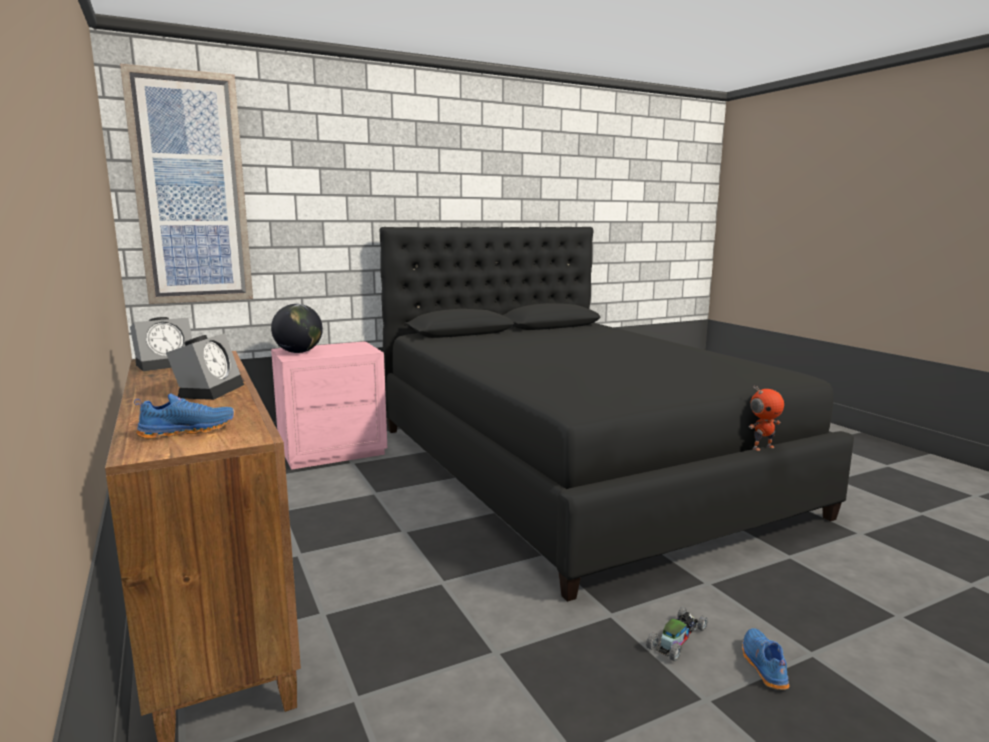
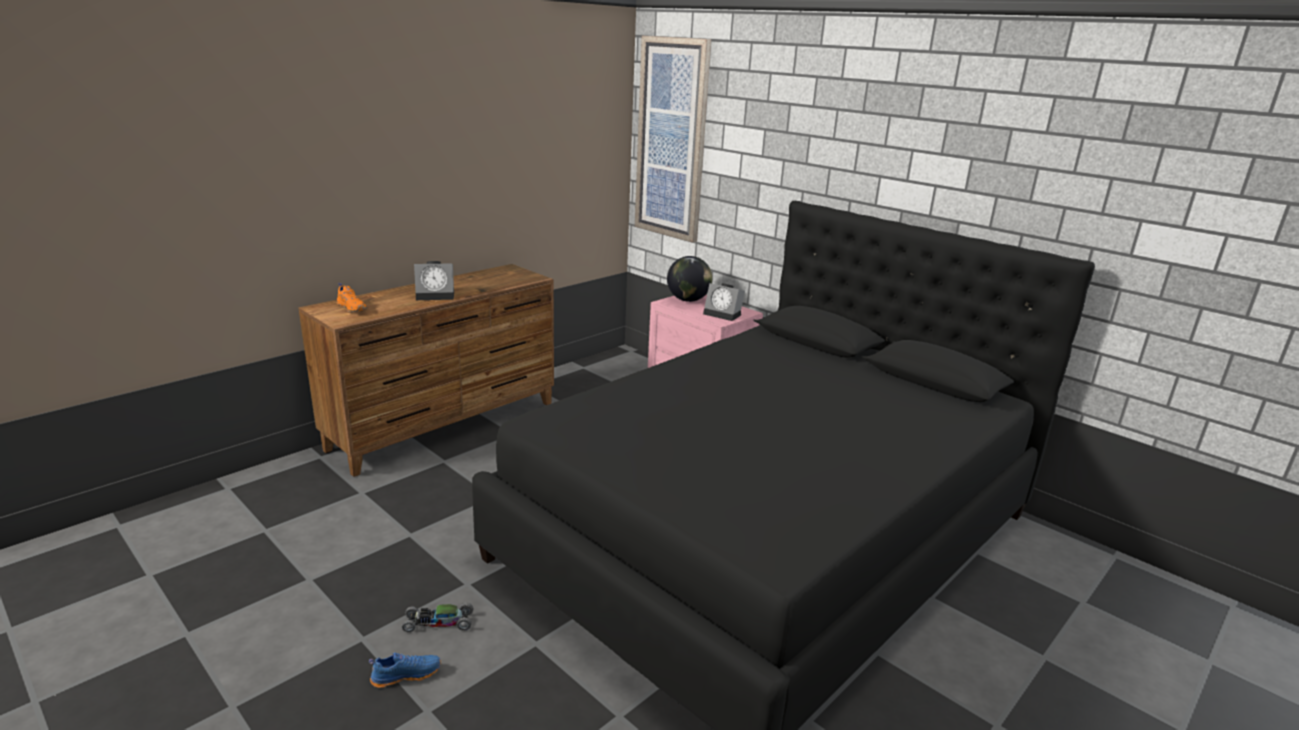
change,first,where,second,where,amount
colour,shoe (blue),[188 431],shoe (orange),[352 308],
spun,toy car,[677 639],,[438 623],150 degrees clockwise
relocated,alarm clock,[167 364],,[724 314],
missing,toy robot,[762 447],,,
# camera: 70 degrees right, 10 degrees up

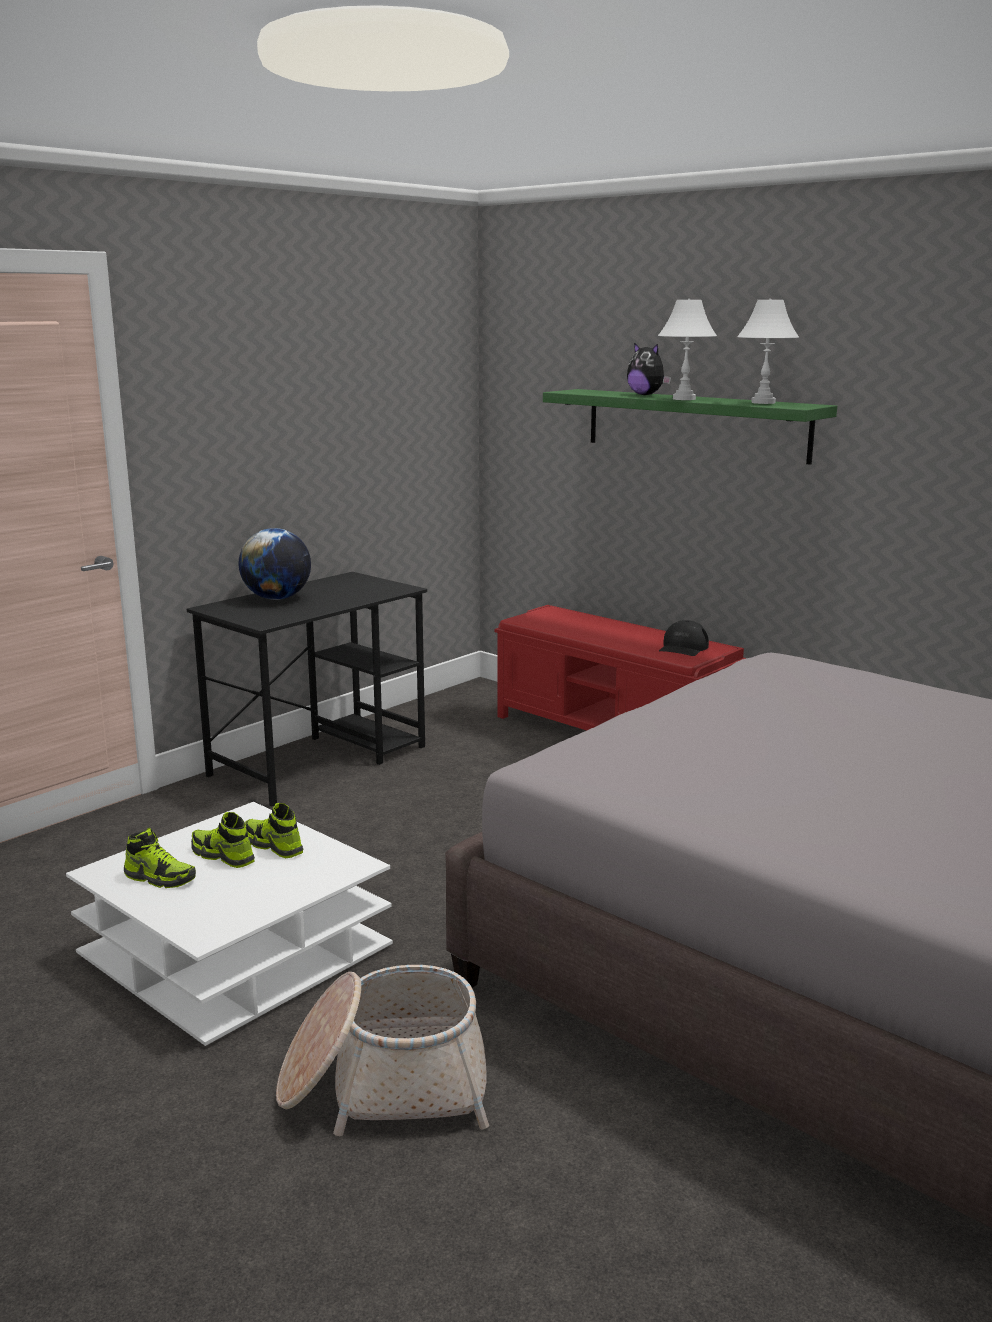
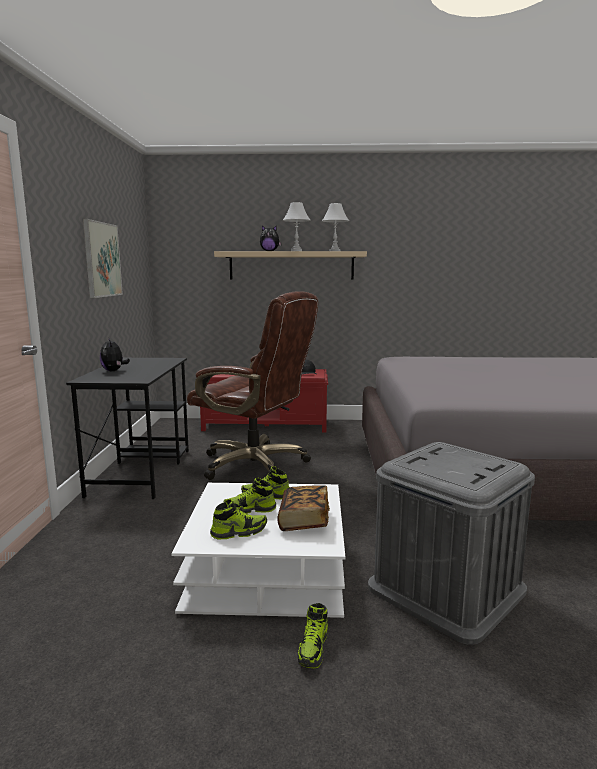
change,first,where,second,where,amount
appeared,,,picture,[102 259],
exchanged,globe,[277 598],plush toy,[114 371],
appeared,,,office chair (brown),[254 464],
colour,shelf (green),[695 424],shelf (beige),[291 266],
appeared,,,book,[304 521],
appeared,,,shoe,[313 648],
exchanged,basket,[384 1084],storage box (grey),[446 588],
# camera: 40 degrees left, 5 degrees down

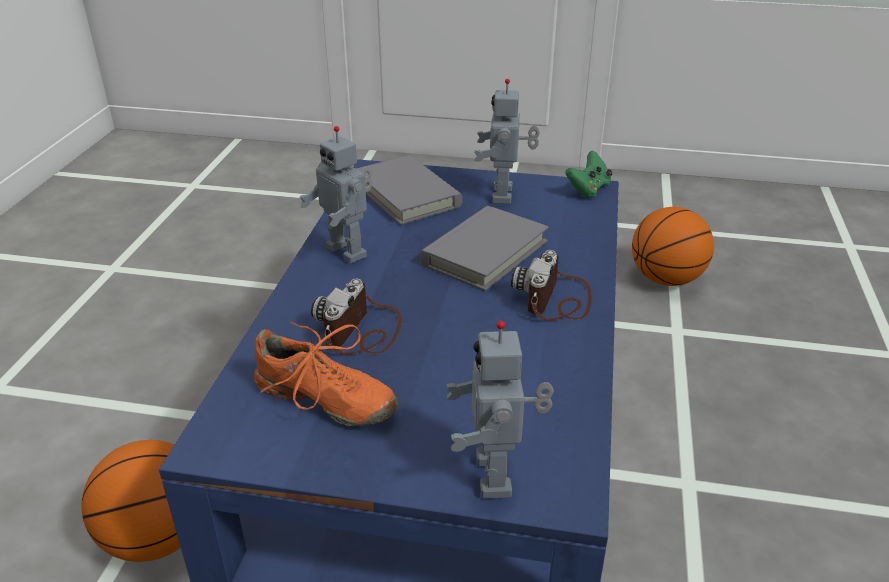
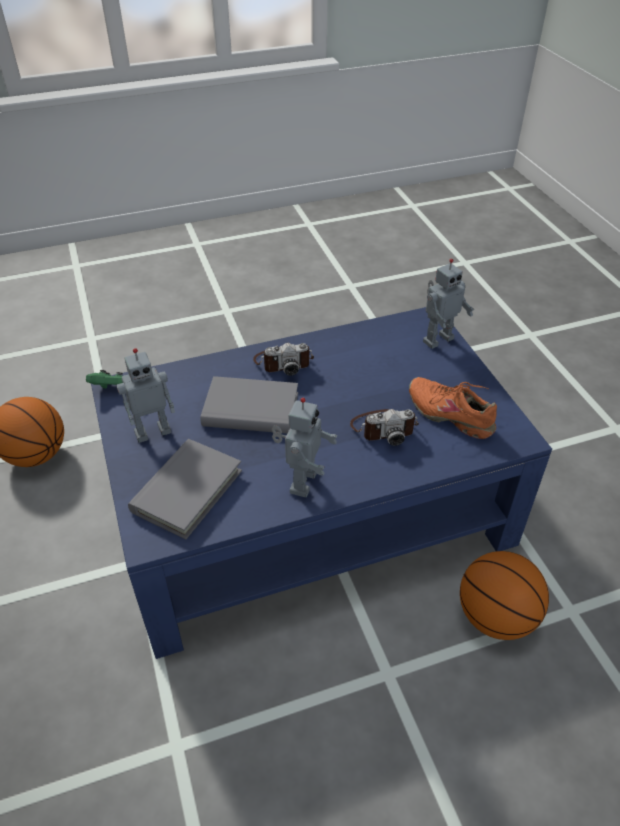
change,first,where,second,where,amount
spun,shoe (orange),[324 400],,[450 414],45 degrees counterclockwise
# camera: 120 degrees left, 10 degrees up

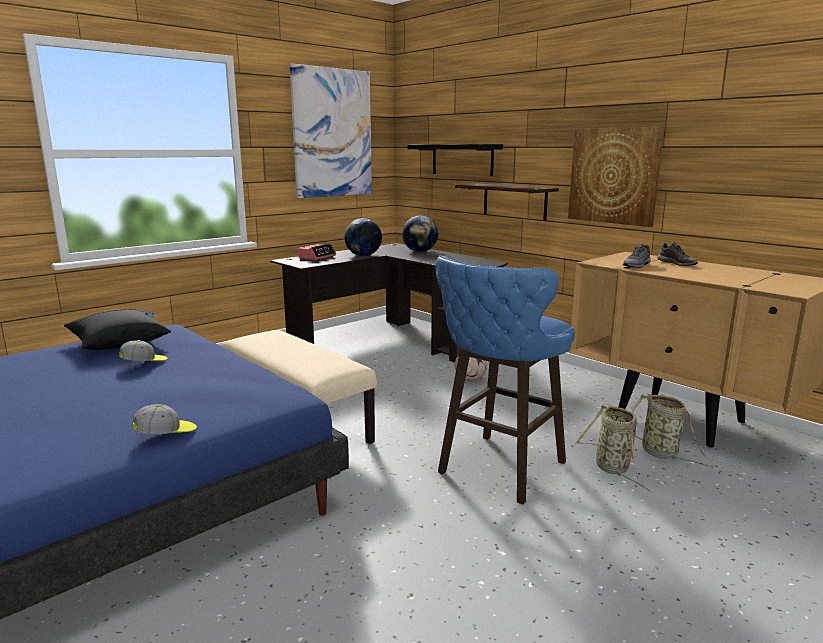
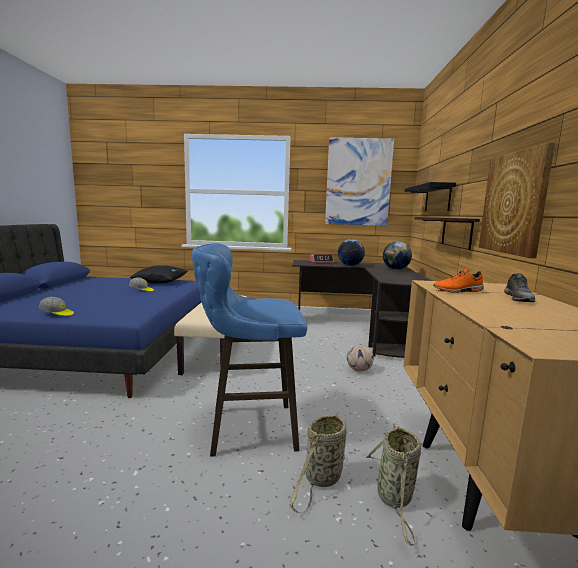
change,first,where,second,where,amount
colour,shoe (grey),[637 265],shoe (orange),[458 291],
# camera: 45 degrees right, 5 degrees down

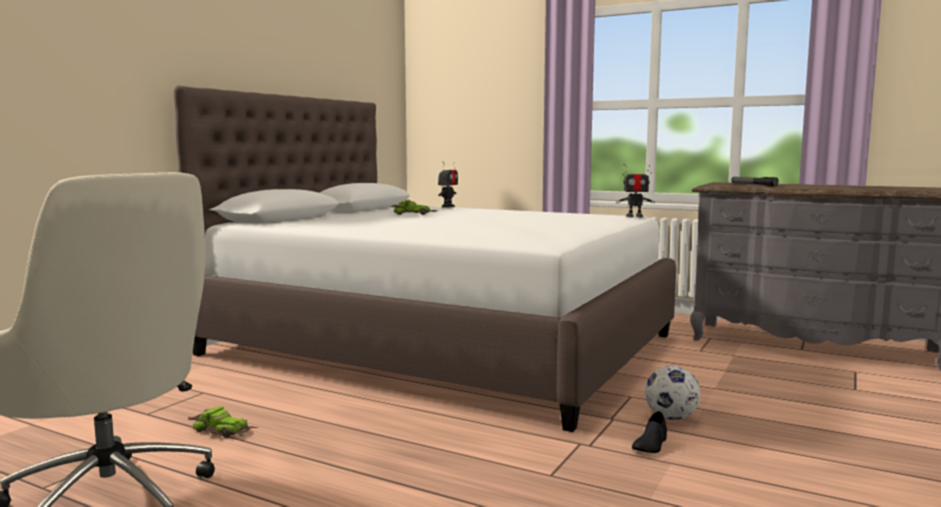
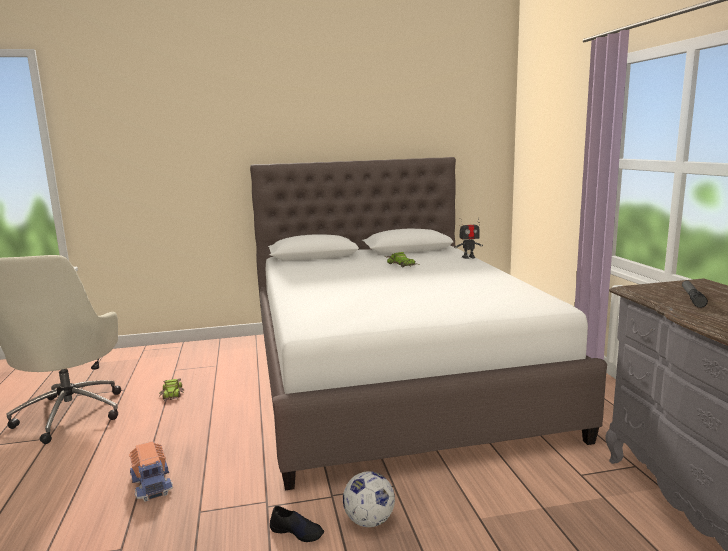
change,first,where,second,where,amount
appeared,,,toy truck,[152 482],
spun,shoe (black),[650 444],,[297 532],150 degrees counterclockwise
missing,toy robot,[635 216],,,
# camera: 50 degrees right, 5 degrees up

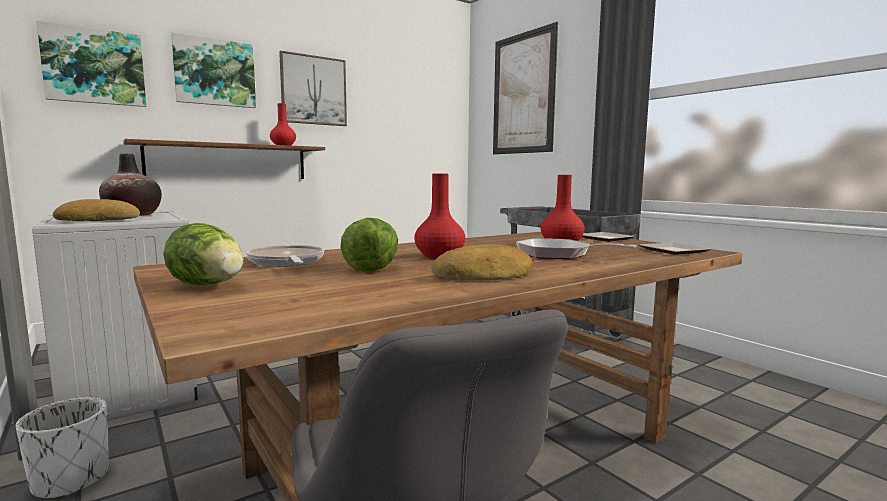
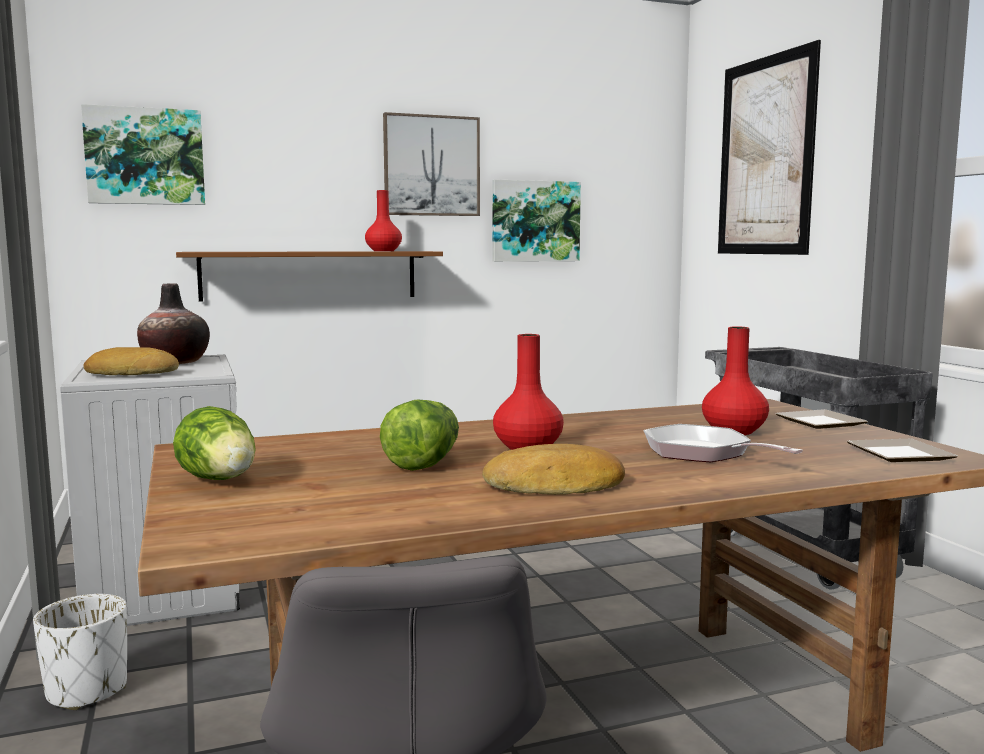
change,first,where,second,where,amount
relocated,picture,[215 72],,[535 221],
missing,frying pan,[286 262],,,
# camera: 15 degrees right, 0 degrees up

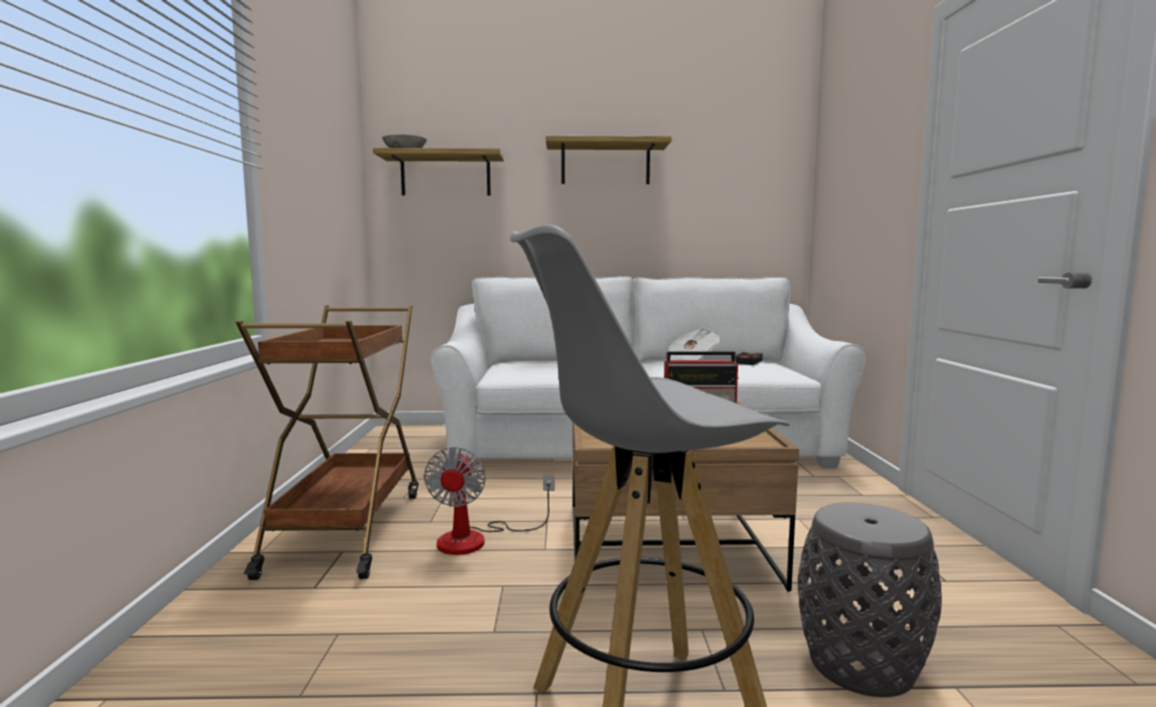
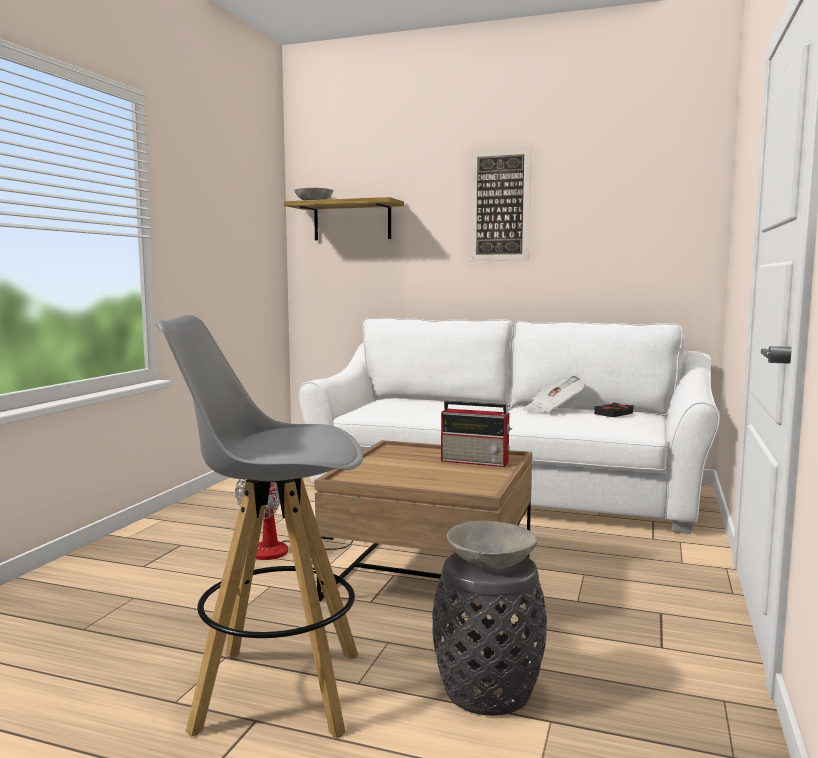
change,first,where,second,where,amount
appeared,,,bowl (grey),[489 561],
exchanged,shelf,[605 164],picture,[499 205],
missing,cart (brown),[348 531],,,
# camera: 20 degrees right, 0 degrees up

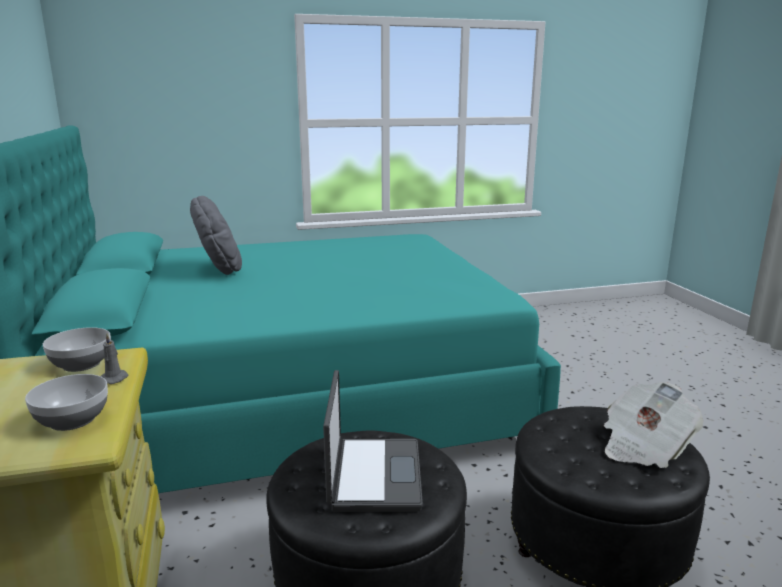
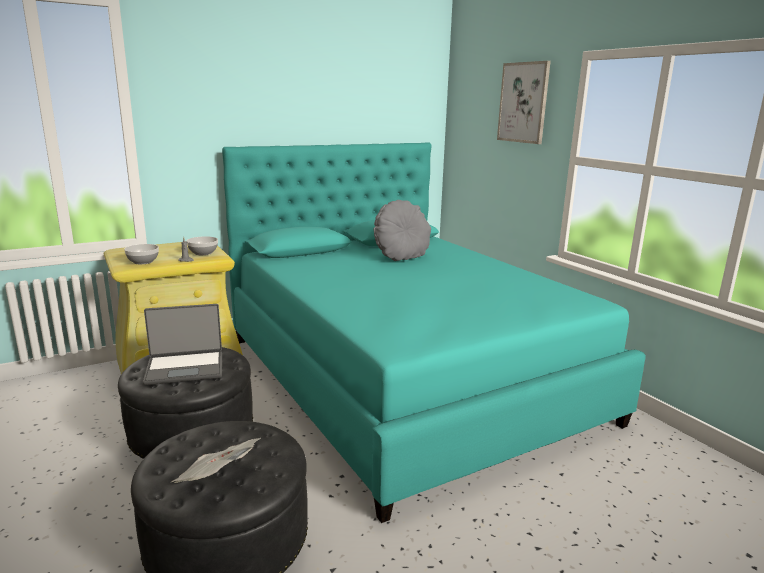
change,first,where,second,where,amount
appeared,,,picture,[523 102],
# camera: 75 degrees right, 0 degrees up

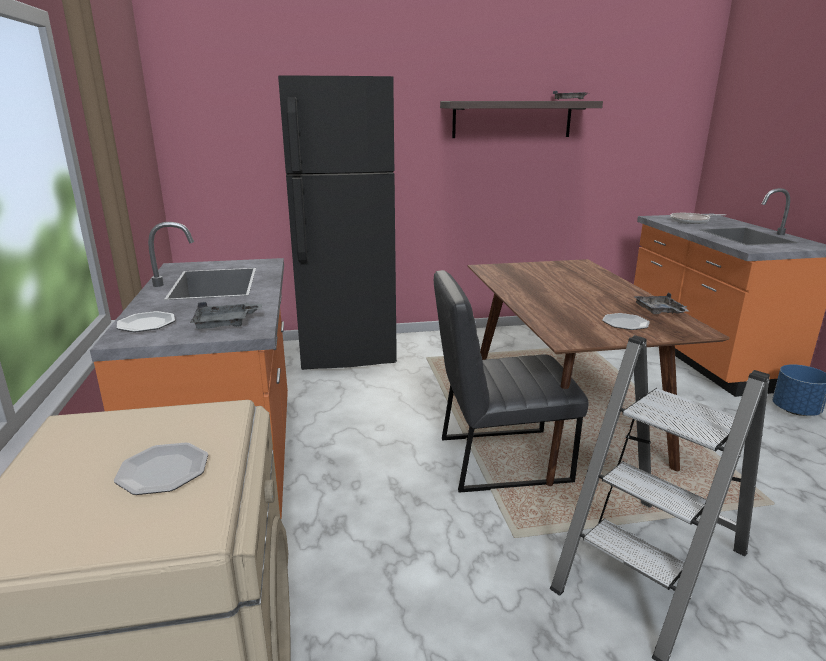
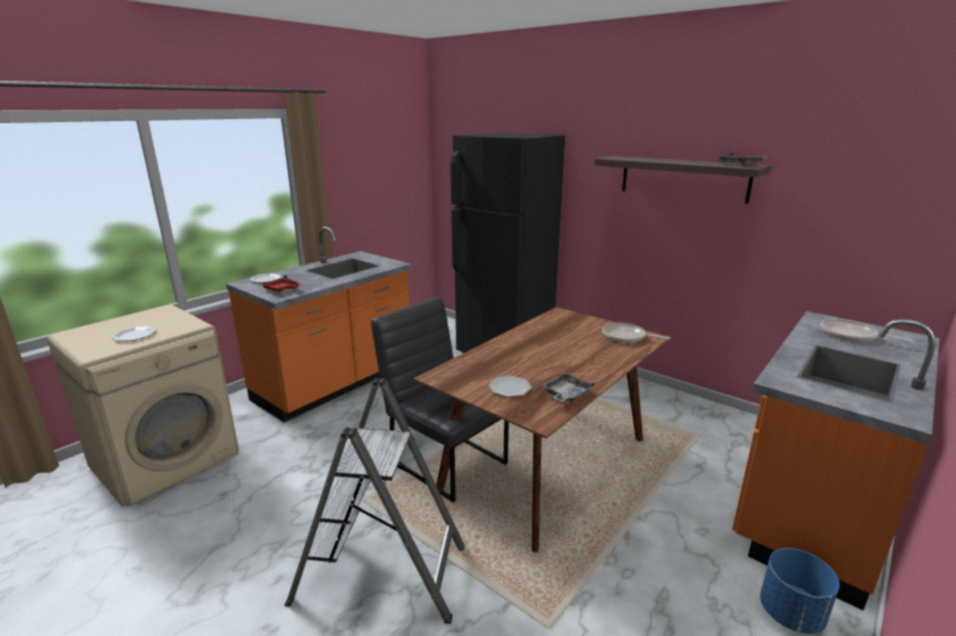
change,first,where,second,where,amount
colour,tray (grey),[225 324],tray (red),[282 290],
appeared,,,frying pan,[626 337],
# camera: 50 degrees right, 0 degrees up

